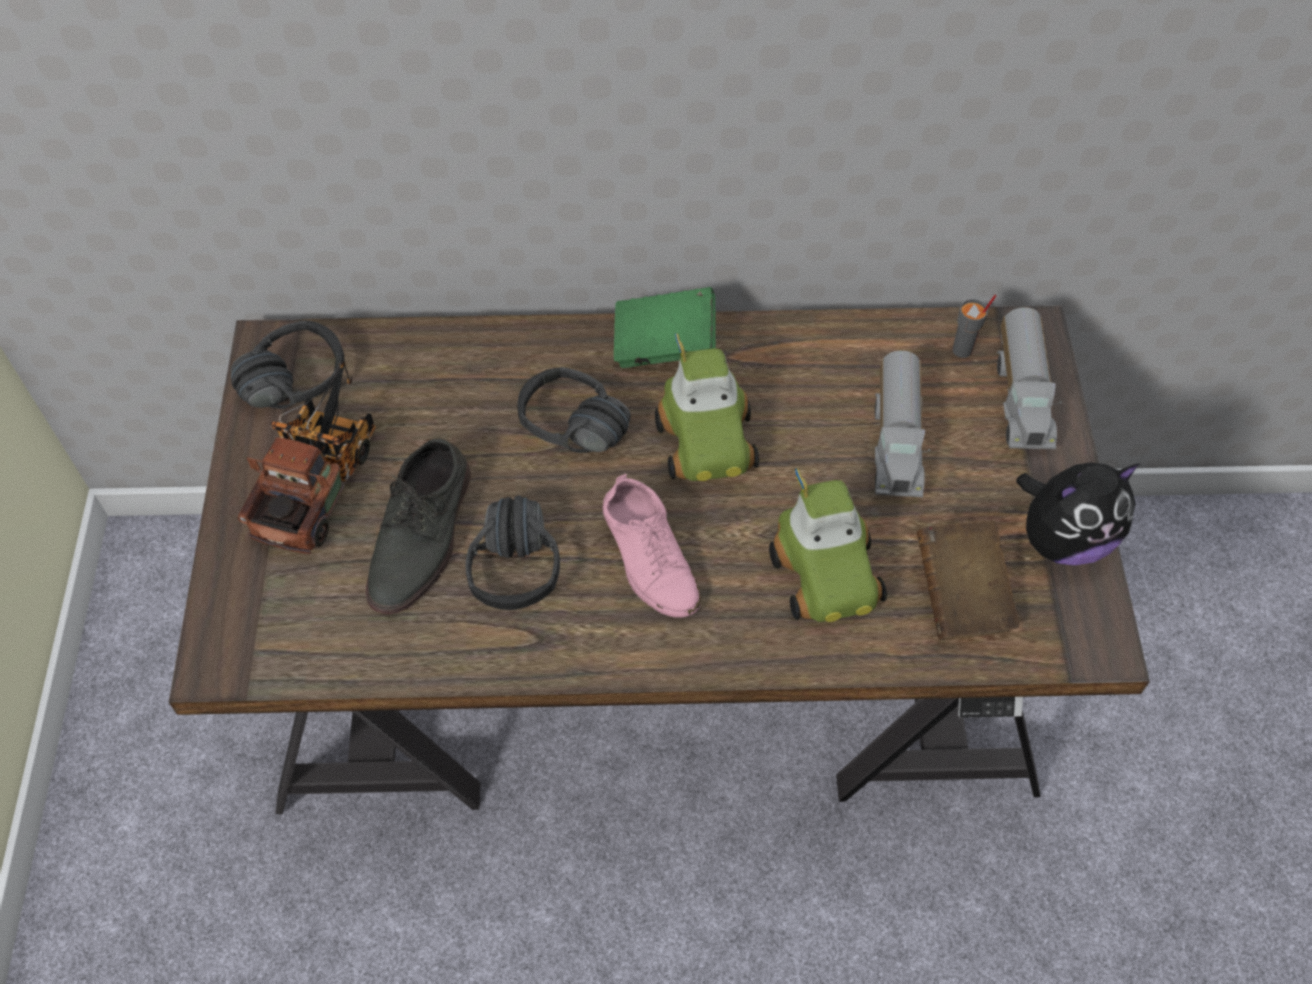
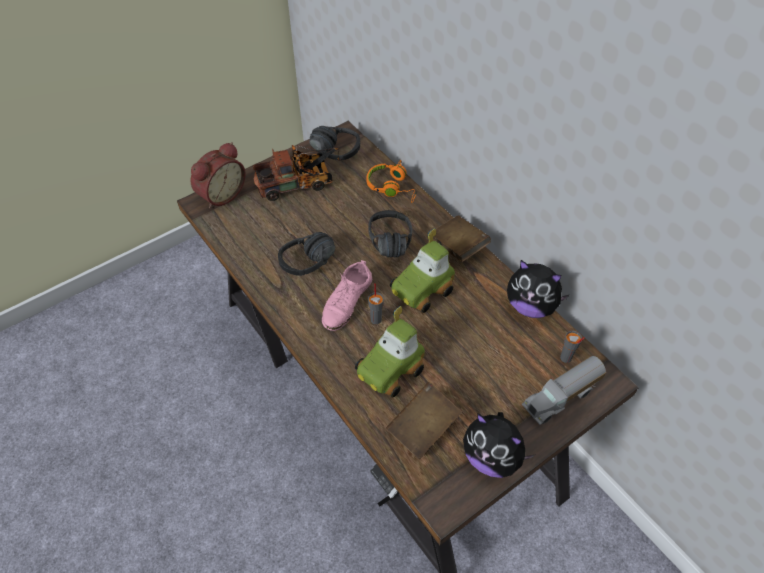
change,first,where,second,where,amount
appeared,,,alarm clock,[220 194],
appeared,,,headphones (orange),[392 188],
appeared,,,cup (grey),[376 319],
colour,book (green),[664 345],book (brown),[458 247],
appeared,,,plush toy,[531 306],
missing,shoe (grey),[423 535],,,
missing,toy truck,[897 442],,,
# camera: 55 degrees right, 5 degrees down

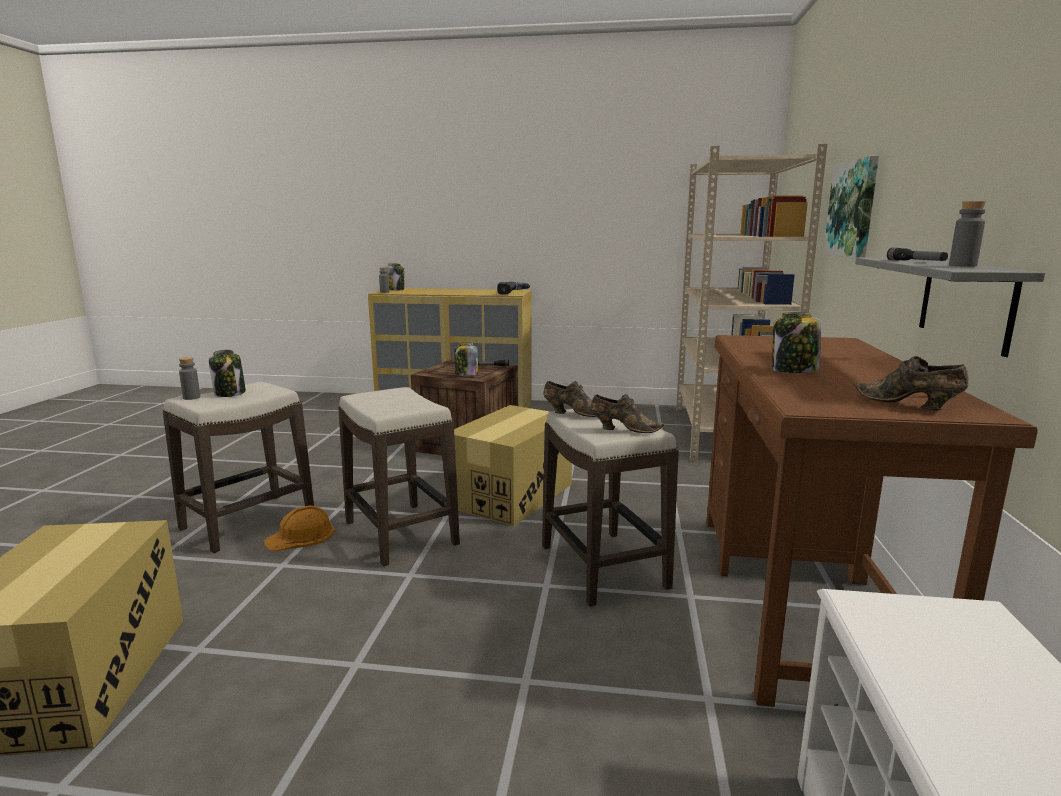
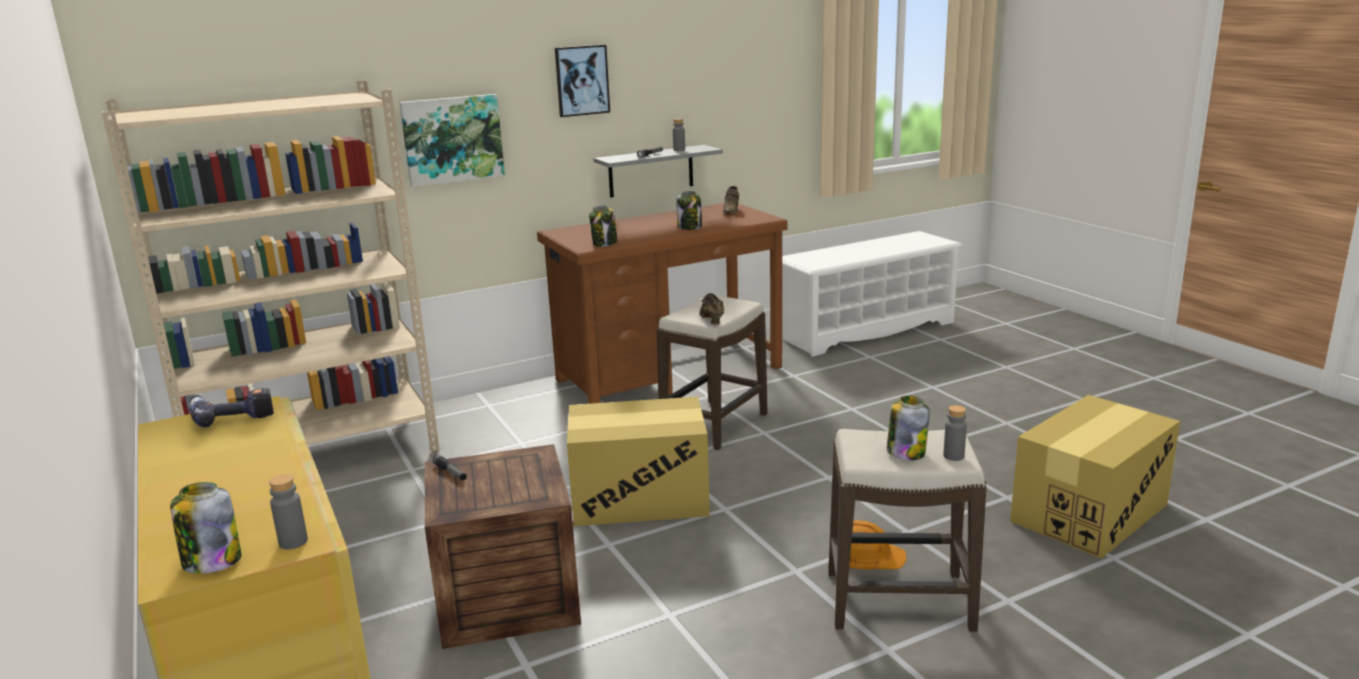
change,first,where,second,where,amount
appeared,,,picture,[582 80],
relocated,jar,[466 375],,[605 243],
missing,stool,[400 533],,,
missing,shoe (brown),[623 429],,,
# camera: 125 degrees left, 5 degrees up

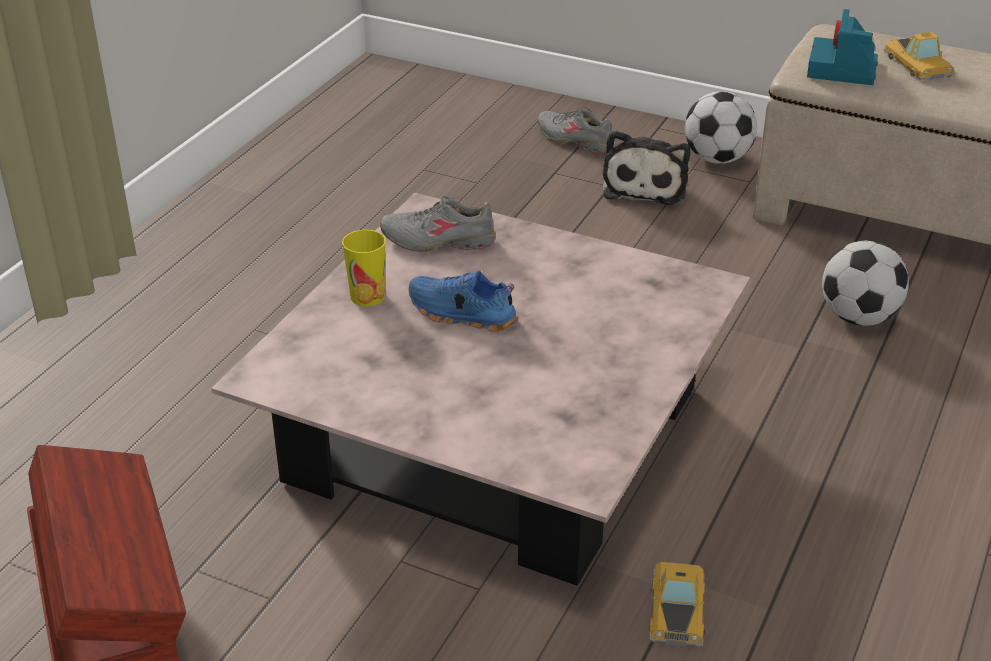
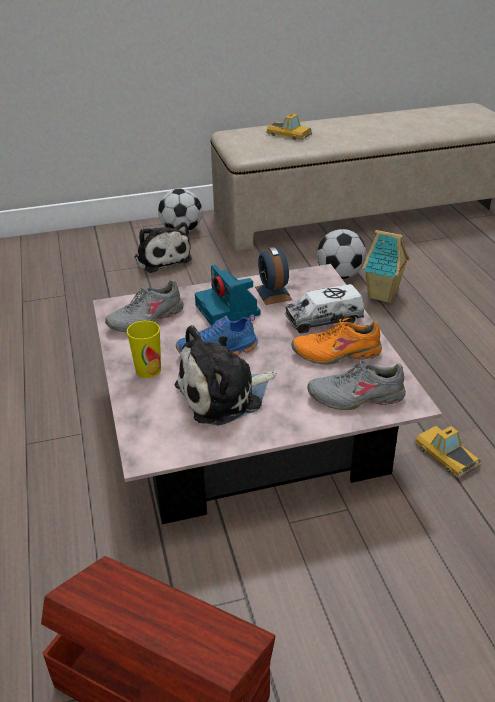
change,first,where,second,where,amount
appeared,,,plush toy,[224 395],
relocated,photo camera,[842 70],,[228 310],
appeared,,,alarm clock,[273 293],
appeared,,,toy truck,[324 320],
appeared,,,shoe (orange),[336 353],
relocated,shoe (grey),[575 140],,[356 397],
appeared,,,toy house,[383 295],
# camera: 40 degrees left, 0 degrees up

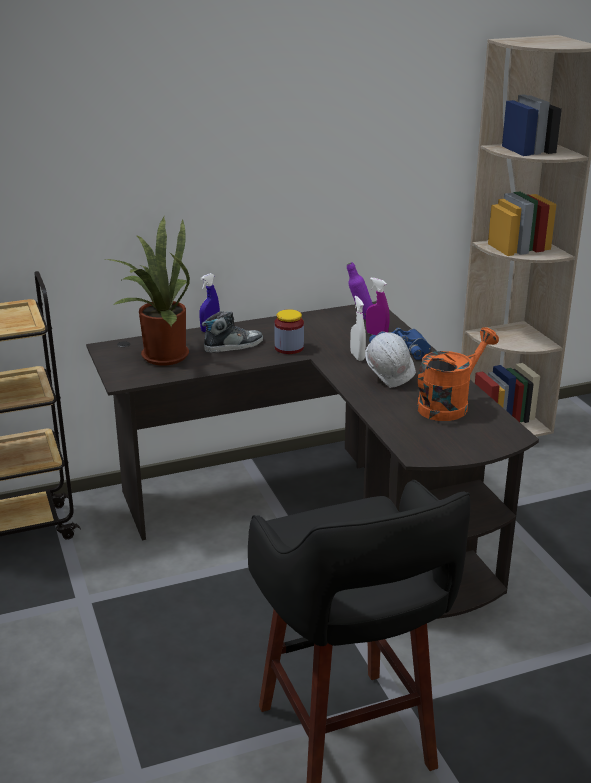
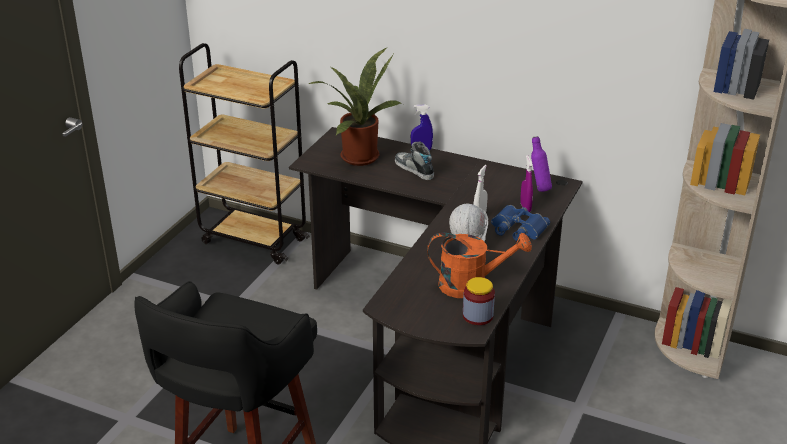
change,first,where,second,where,amount
spun,shoe,[233 345],,[414 169],150 degrees counterclockwise
relocated,jar,[289 348],,[477 316],
# camera: 45 degrees right, 5 degrees up

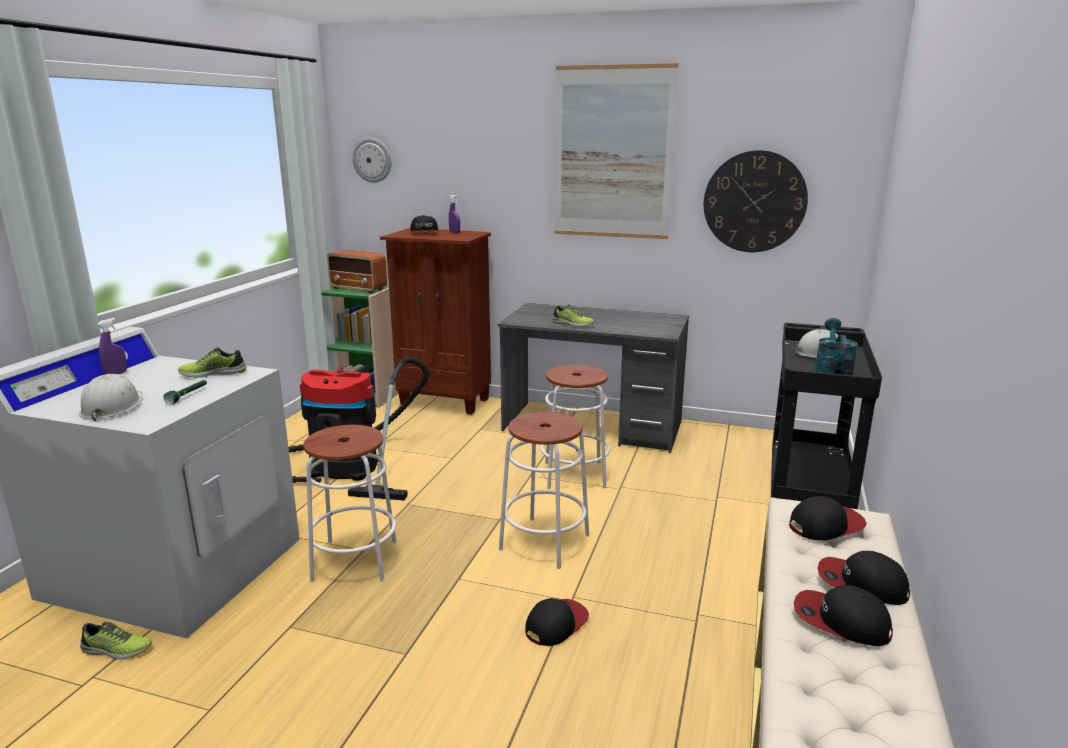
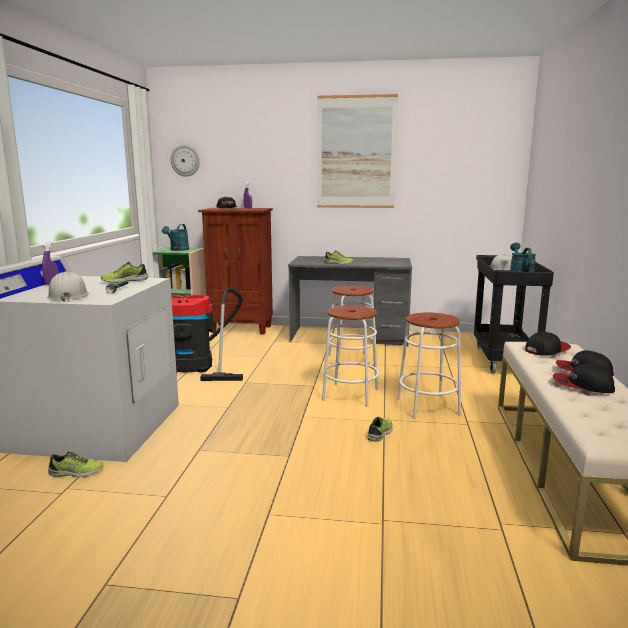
change,first,where,second,where,amount
exchanged,radio,[358 289],watering can (turquoise),[178 250],
exchanged,cap,[556 624],shoe,[381 433],
relocated,stool (white),[355 560],,[428 406],
missing,wall clock,[754 202],,,
# camera: 10 degrees left, 5 degrees down

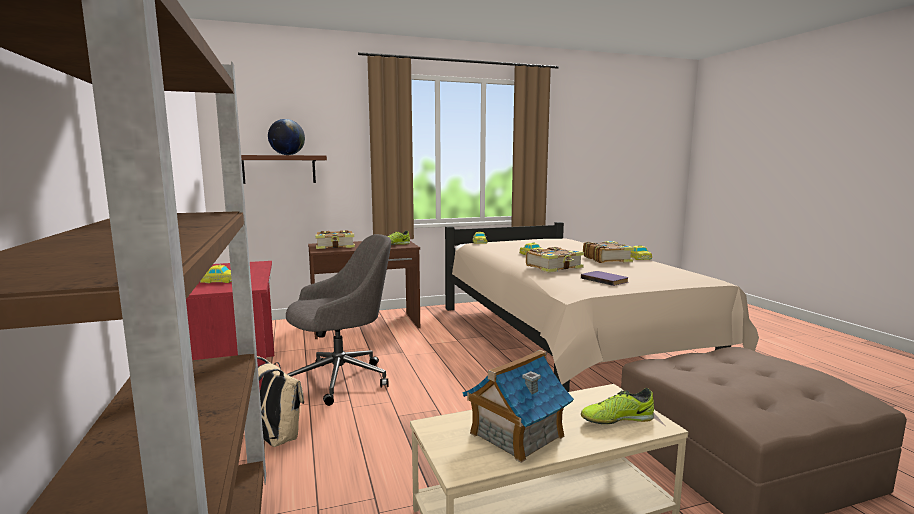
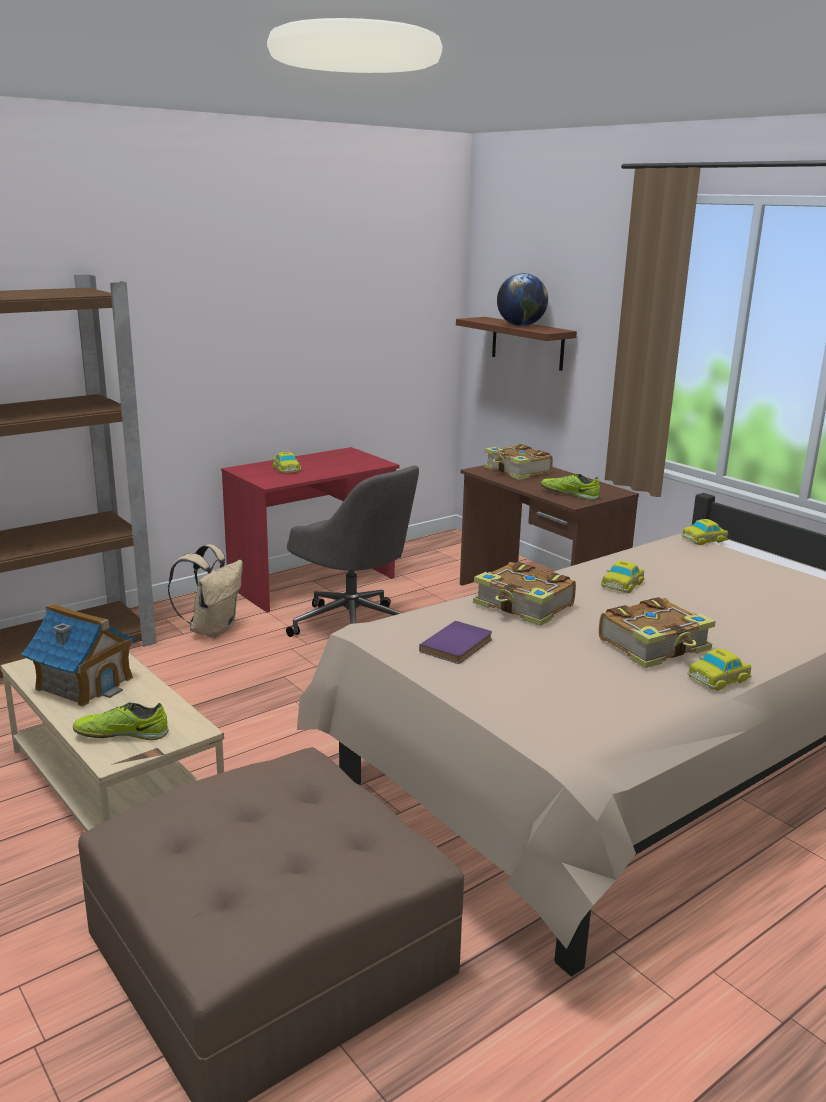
change,first,where,second,where,amount
spun,shoe,[616 419],,[122 734],60 degrees counterclockwise
# camera: 70 degrees right, 10 degrees up

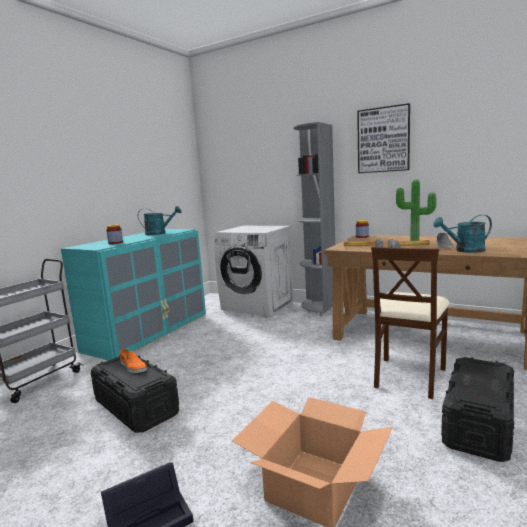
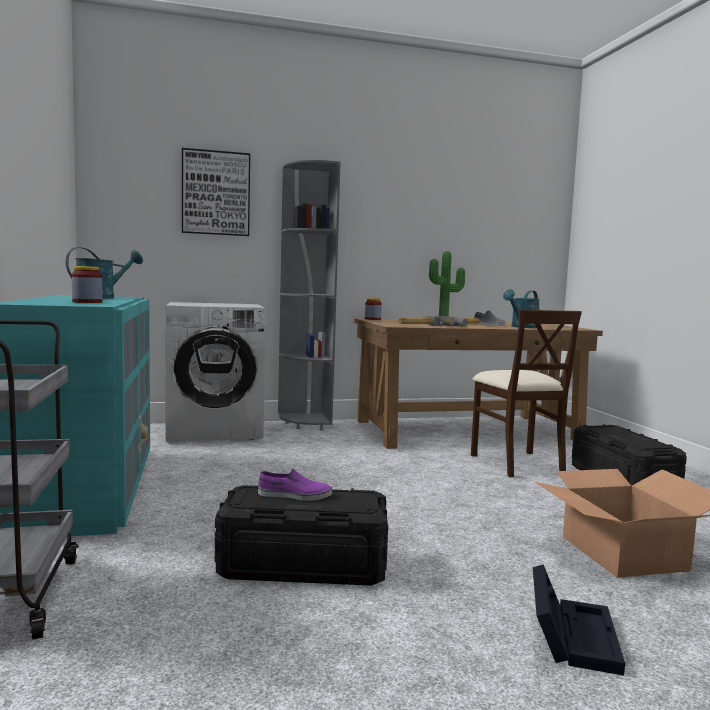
change,first,where,second,where,amount
relocated,picture,[383 140],,[216 193],
colour,shoe (orange),[132 366],shoe (purple),[294 495],
# camera: 45 degrees left, 5 degrees down

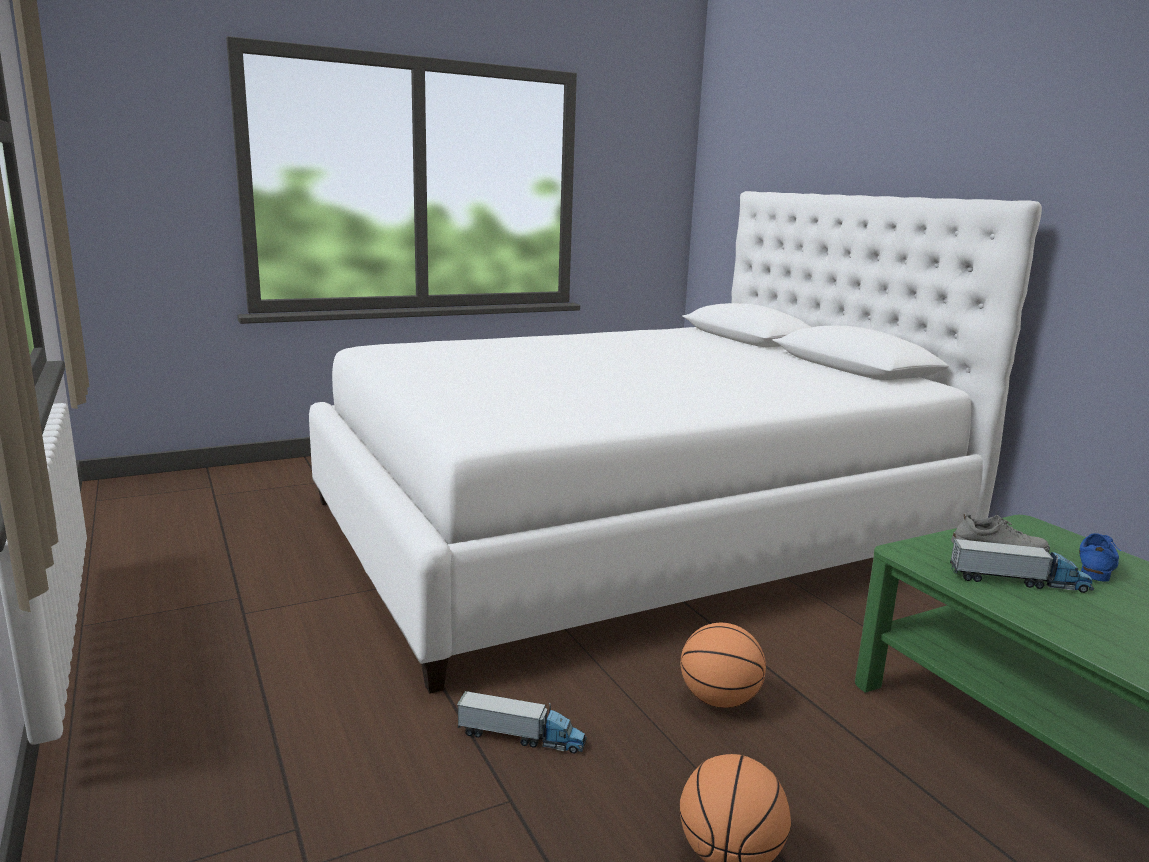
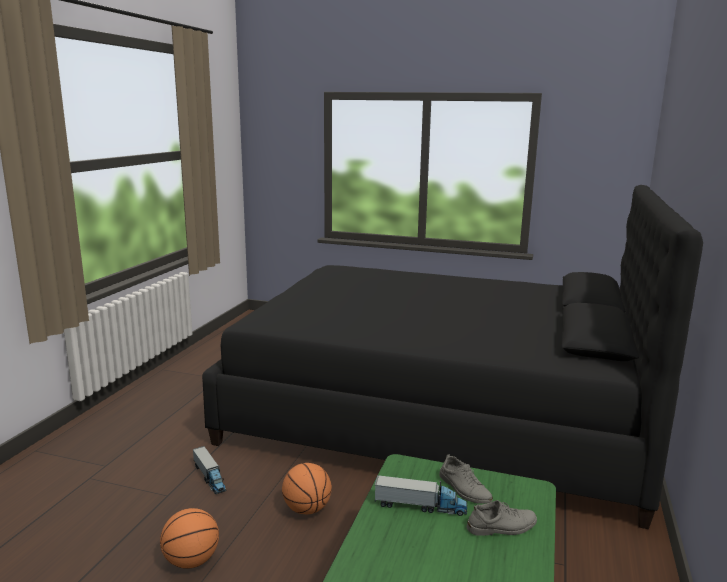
change,first,where,second,where,amount
colour,bed (white),[632 528],bed (black),[438 413],
spun,toy truck,[1018 581],,[420 506],45 degrees counterclockwise
colour,shoe (blue),[1095 565],shoe (grey),[502 527],
# camera: 45 degrees right, 0 degrees up

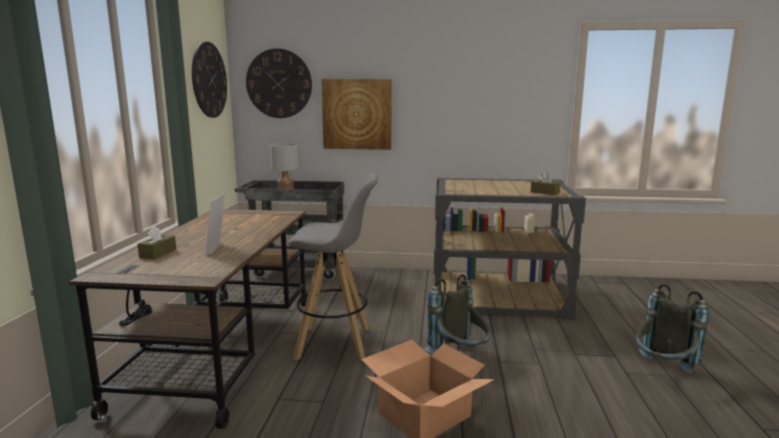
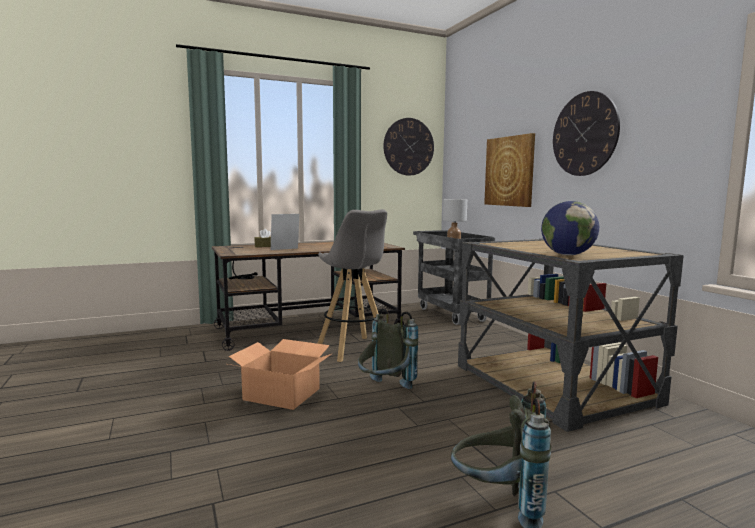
change,first,where,second,where,amount
exchanged,tissue box (brown),[545 192],globe,[567 255],
relocated,wall clock,[279 83],,[584 134],
# camera: 60 degrees right, 5 degrees down

